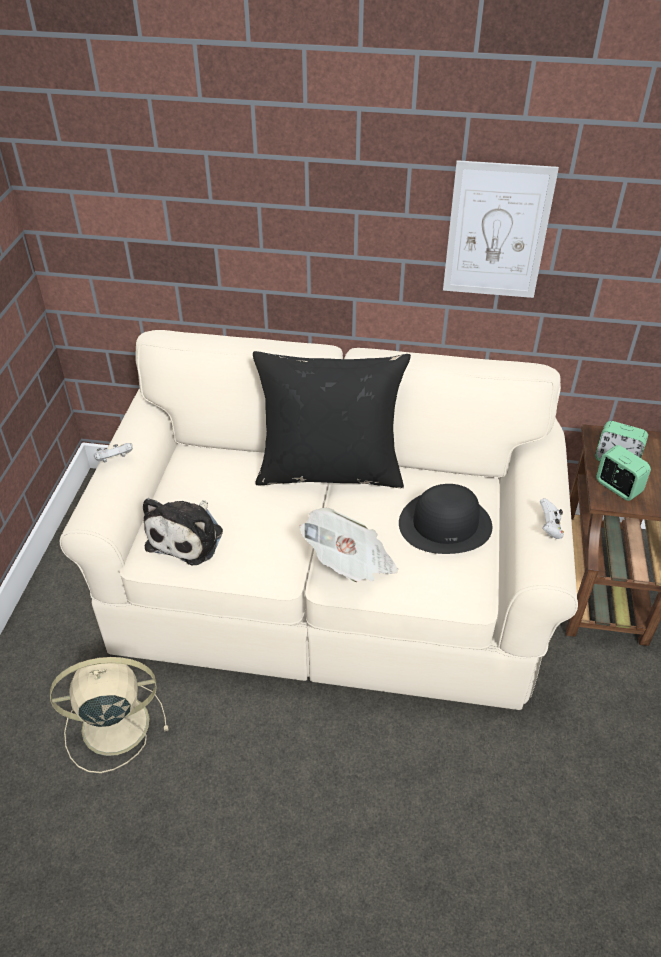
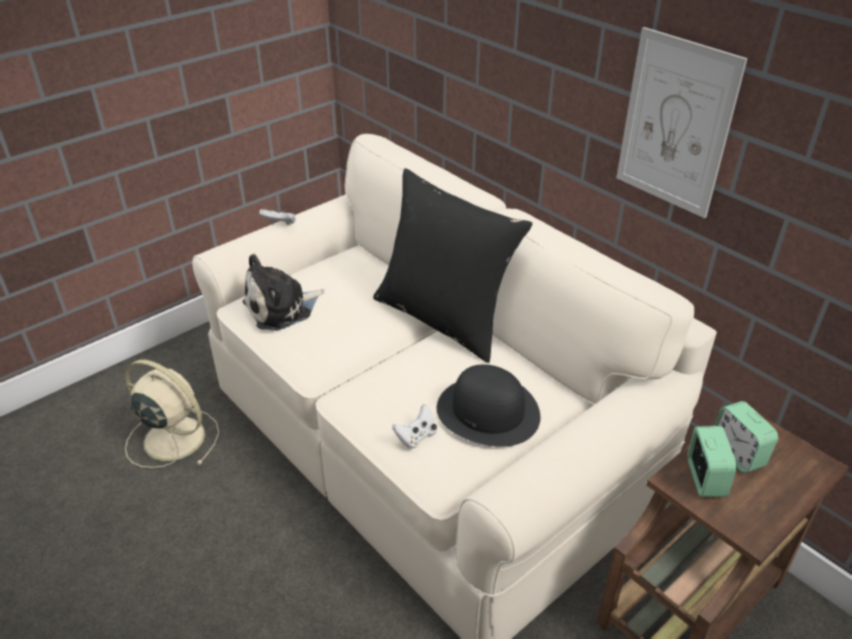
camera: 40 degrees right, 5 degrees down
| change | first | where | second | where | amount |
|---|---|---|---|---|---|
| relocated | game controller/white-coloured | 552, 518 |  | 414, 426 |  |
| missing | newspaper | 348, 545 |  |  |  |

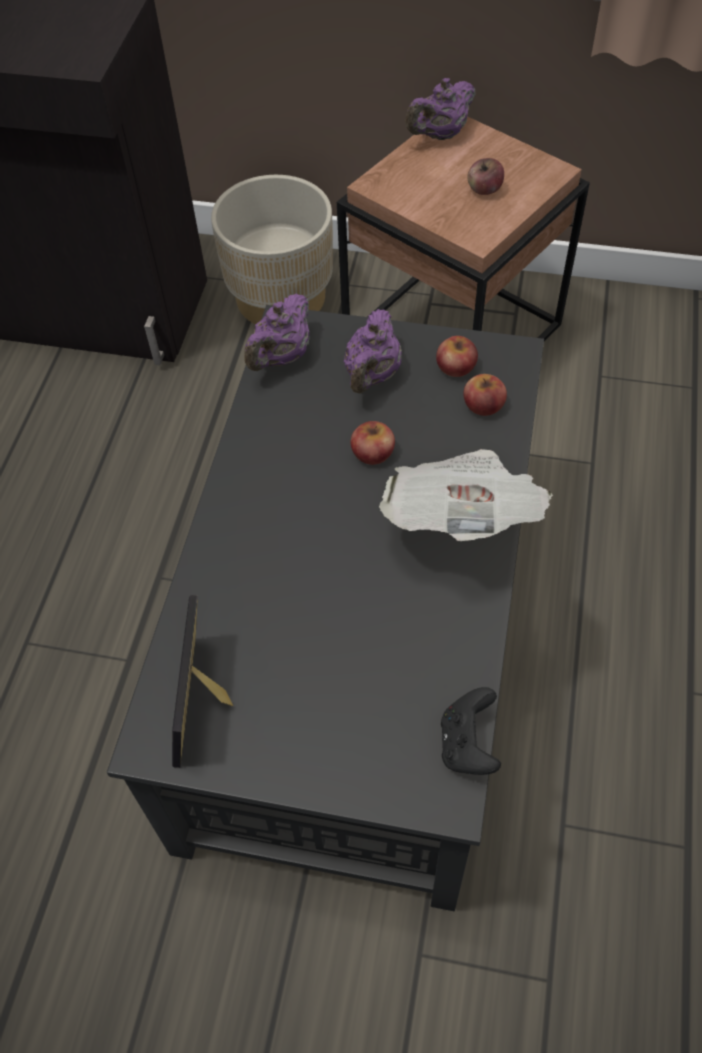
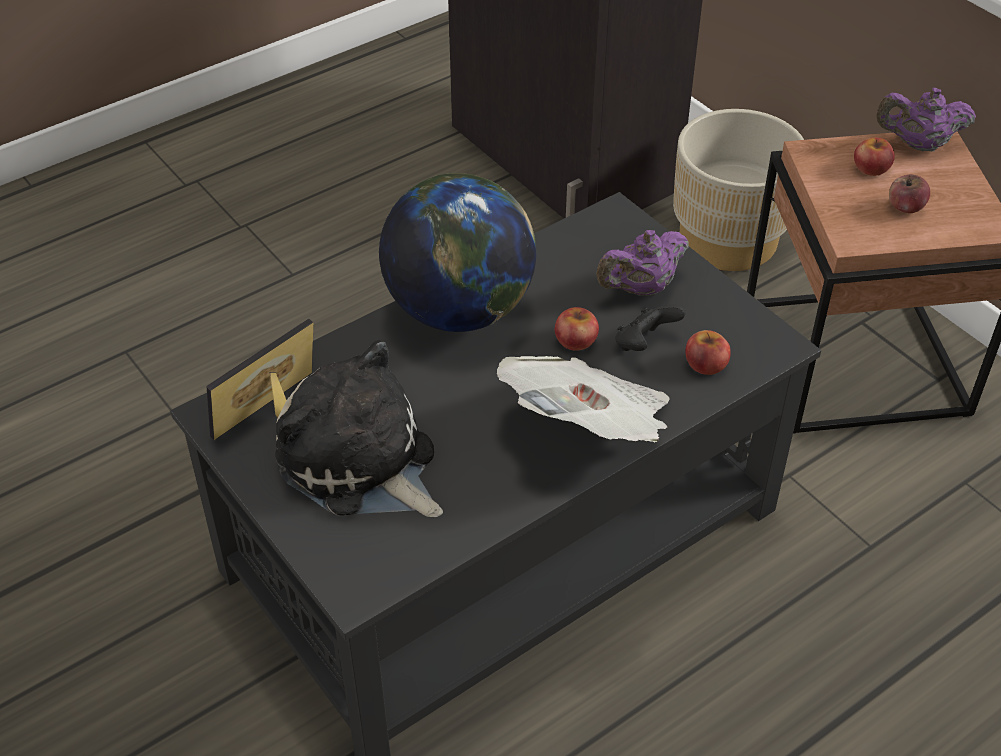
camera: 40 degrees right, 10 degrees down
| change | first | where | second | where | amount |
|---|---|---|---|---|---|
| missing | teapot/purplish | 277, 332 |  |  |  |
| relocated | apple | 457, 356 |  | 874, 157 |  |
| relocated | game controller/black | 471, 731 |  | 650, 327 |  |
| appeared |  |  | globe | 457, 252 |  |
| appeared |  |  | cuddly toy | 359, 428 |  |

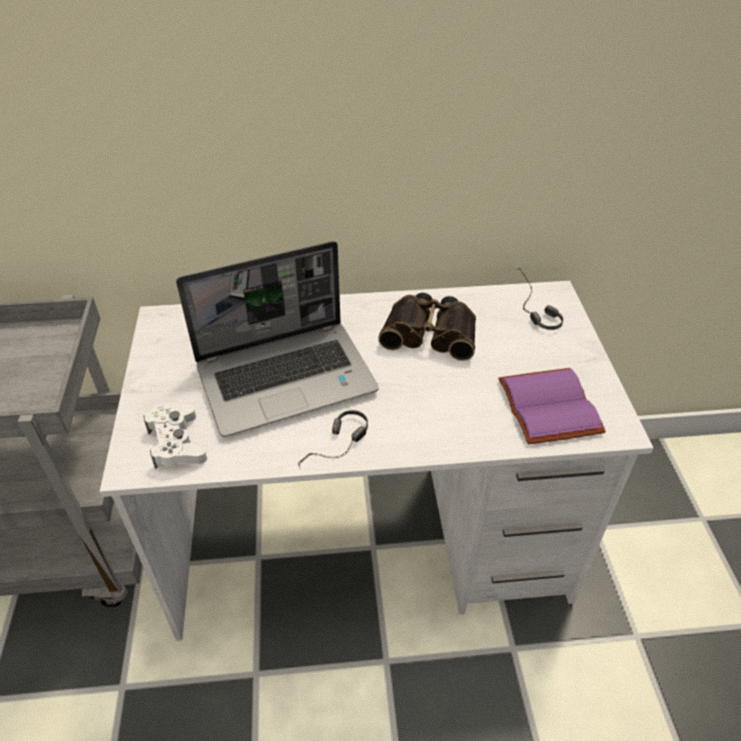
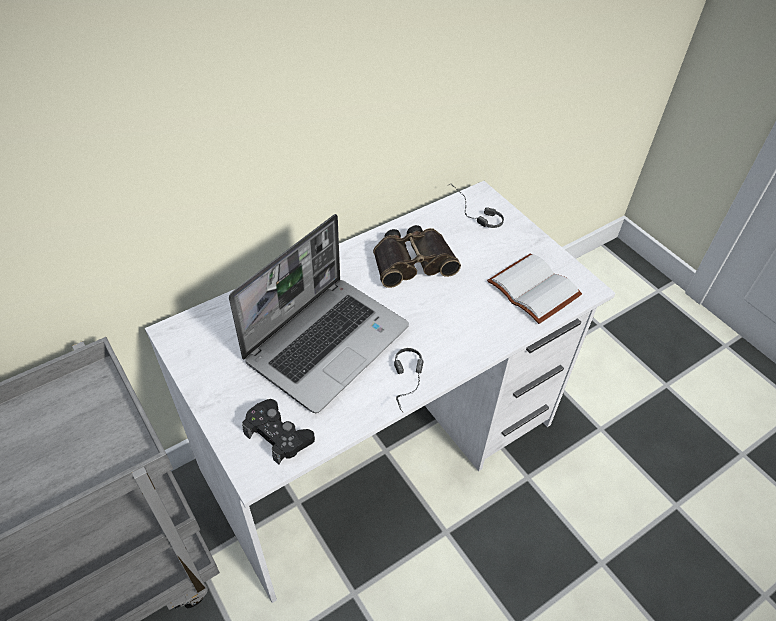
camera: 30 degrees left, 5 degrees up
| change | first | where | second | where | amount |
|---|---|---|---|---|---|
| colour | book/purplish | 552, 406 | book/white-coloured | 534, 289 |  |
| colour | game controller/white-coloured | 175, 436 | game controller/black | 278, 432 |  |

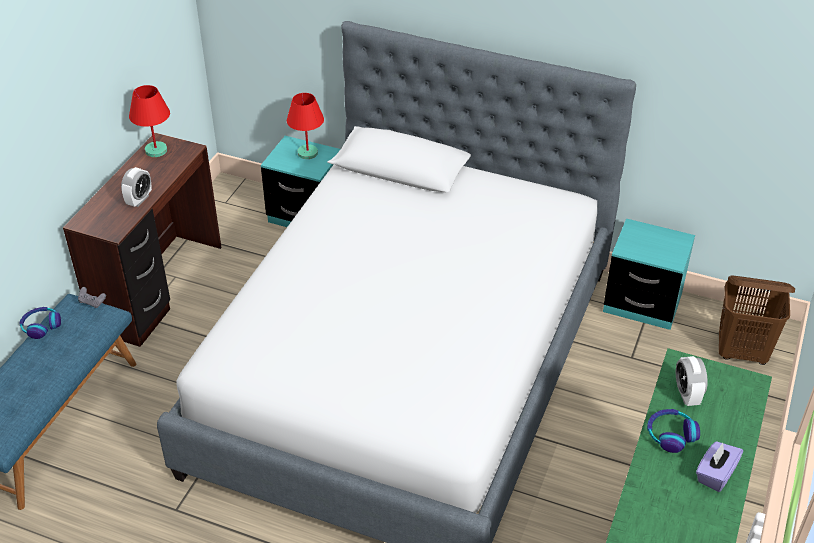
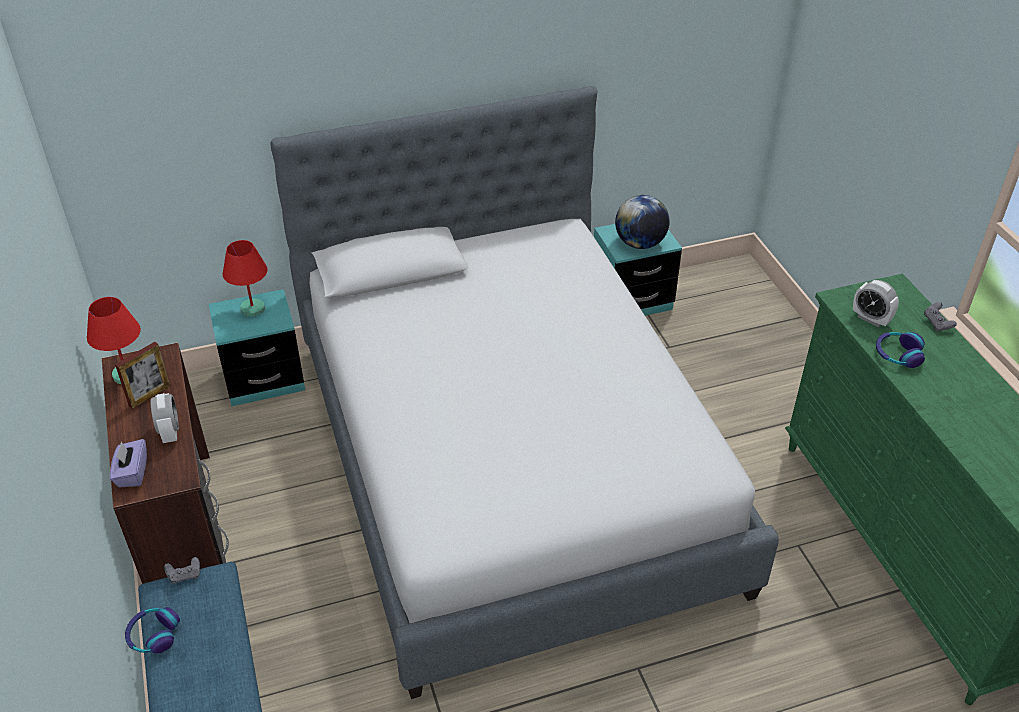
camera: 40 degrees left, 0 degrees up
| change | first | where | second | where | amount |
|---|---|---|---|---|---|
| missing | laundry basket/brown | 757, 320 |  |  |  |
| relocated | tissue holder/purplish | 719, 466 |  | 128, 463 |  |
| appeared |  |  | globe | 642, 222 |  |
| appeared |  |  | game controller/greyish | 940, 316 |  |
| appeared |  |  | photo frame | 142, 375 |  |

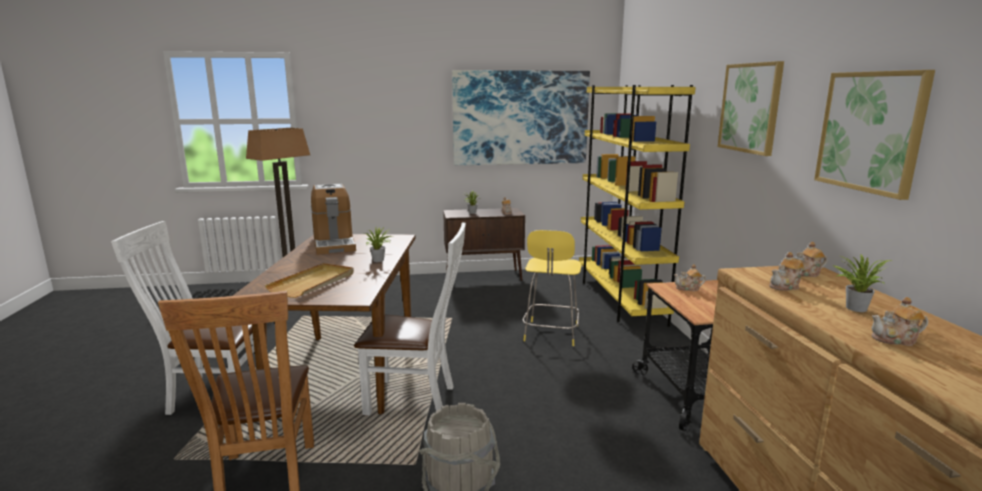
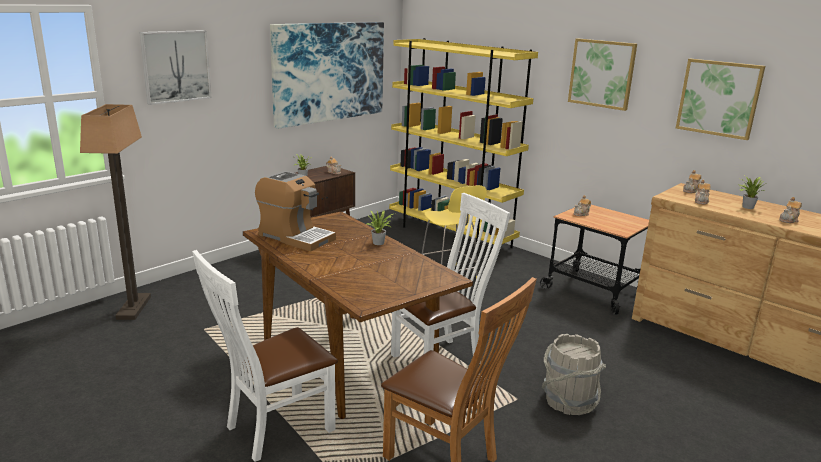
camera: 40 degrees left, 5 degrees up
| change | first | where | second | where | amount |
|---|---|---|---|---|---|
| missing | carrying tray/beige | 309, 280 |  |  |  |
| appeared |  |  | wall art | 175, 67 |  |

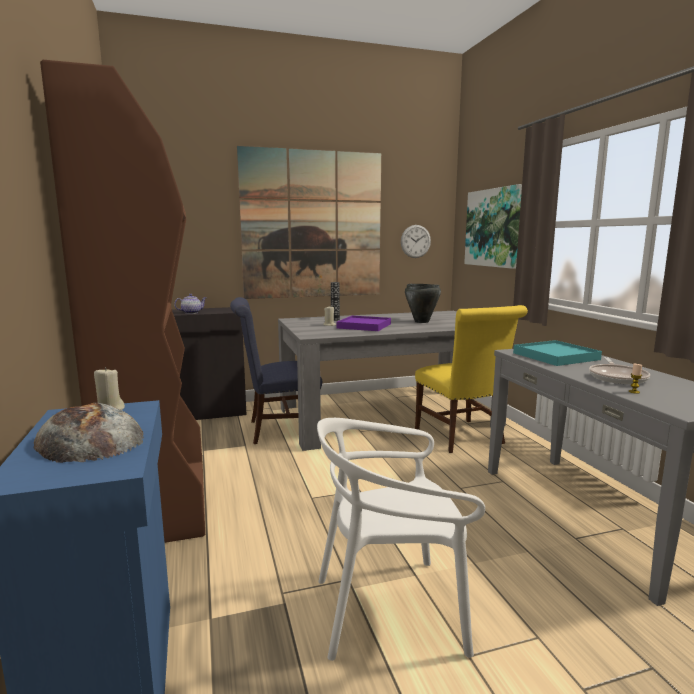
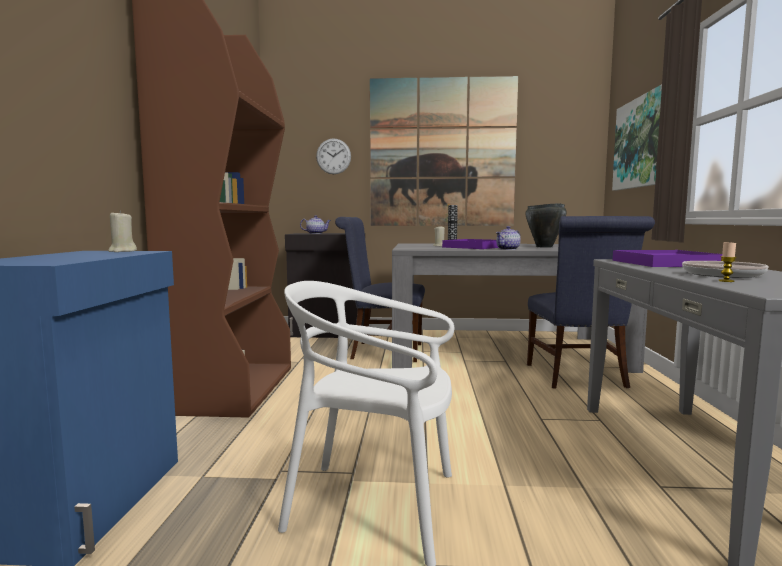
camera: 20 degrees right, 5 degrees down
| change | first | where | second | where | amount |
|---|---|---|---|---|---|
| relocated | clock on the wall | 416, 241 |  | 333, 156 |  |
| colour | plain chair/yellow-coloured | 471, 379 | plain chair/blue-coloured | 591, 302 |  |
| colour | carrying tray/turquoise | 557, 353 | carrying tray/purplish | 667, 258 |  |
| missing | bread | 89, 433 |  |  |  |
| appeared |  |  | teapot | 508, 238 |  |

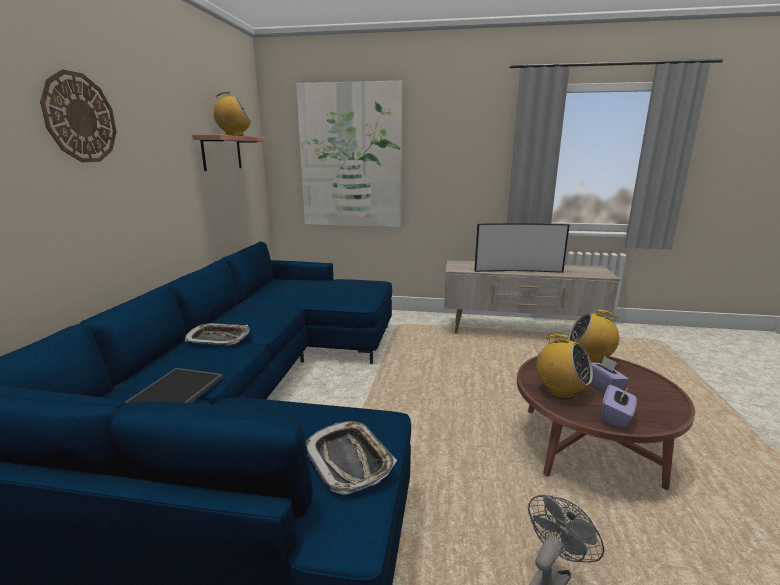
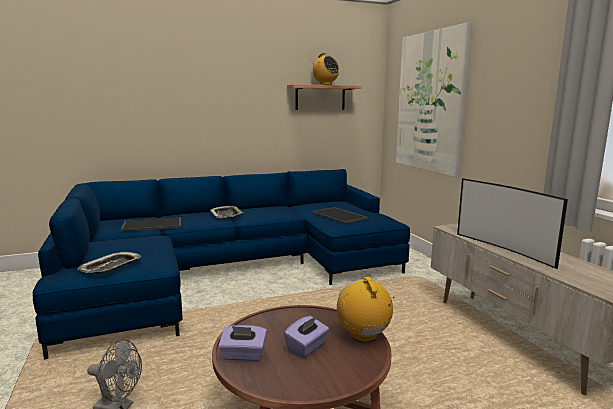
camera: 60 degrees right, 5 degrees down
| change | first | where | second | where | amount |
|---|---|---|---|---|---|
| missing | clock on the wall | 78, 115 |  |  |  |
| missing | radio receiver | 563, 366 |  |  |  |
| appeared |  |  | carrying tray | 340, 215 |  |

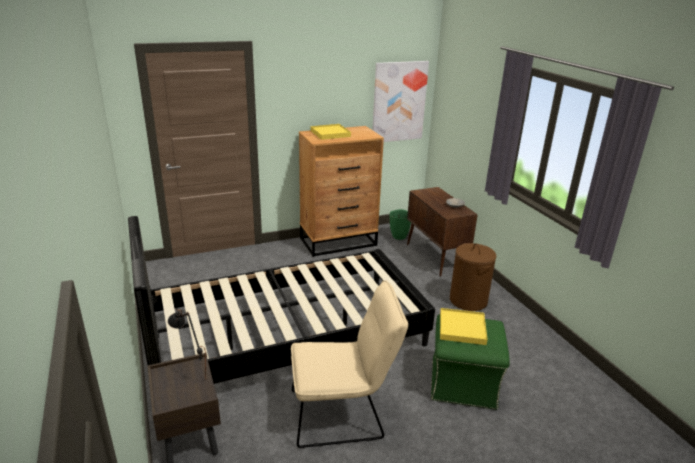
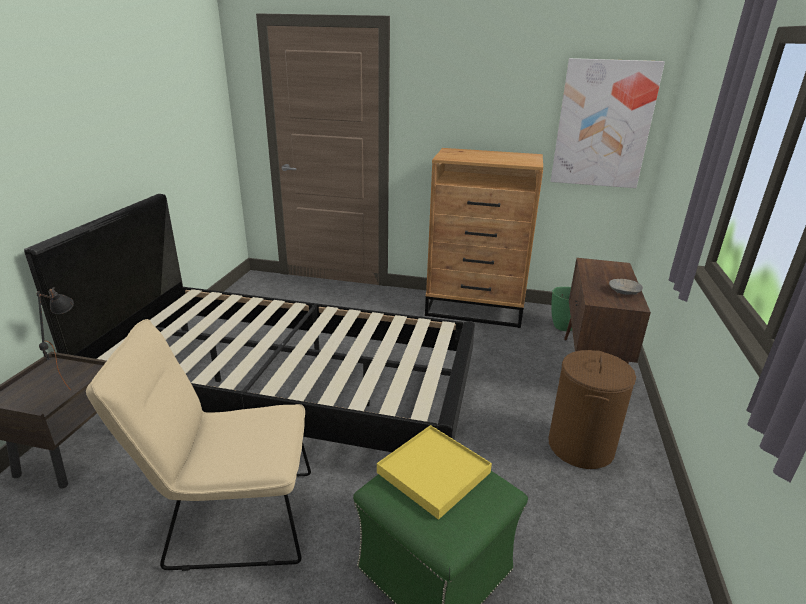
camera: 35 degrees right, 0 degrees up
| change | first | where | second | where | amount |
|---|---|---|---|---|---|
| missing | carrying tray/yellow-coloured | 331, 132 |  |  |  |
| spun | plain chair/beige | 349, 364 |  | 198, 445 | 150 degrees clockwise |

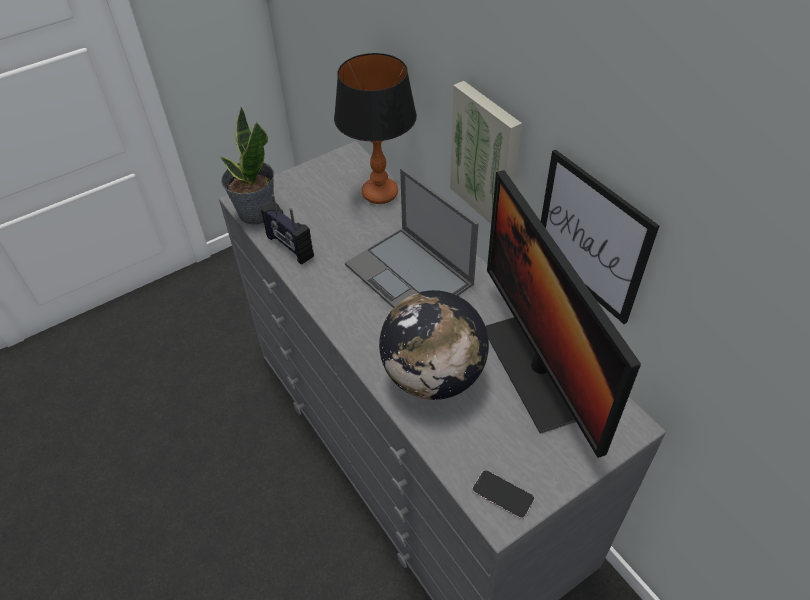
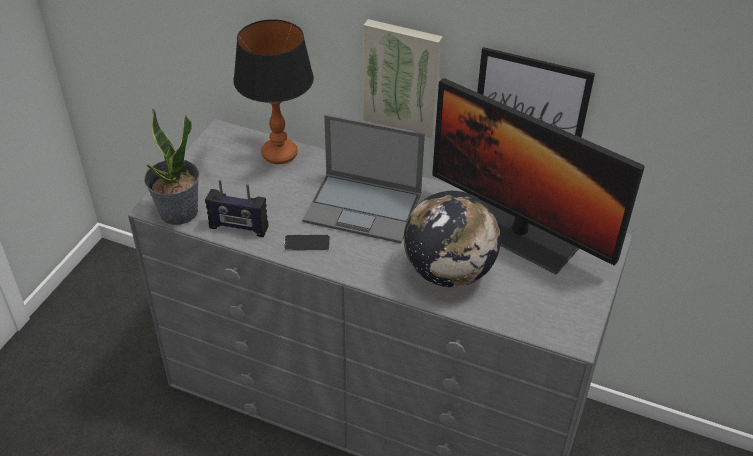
camera: 35 degrees left, 5 degrees down
| change | first | where | second | where | amount |
|---|---|---|---|---|---|
| relocated | handset | 503, 494 |  | 307, 243 |  |

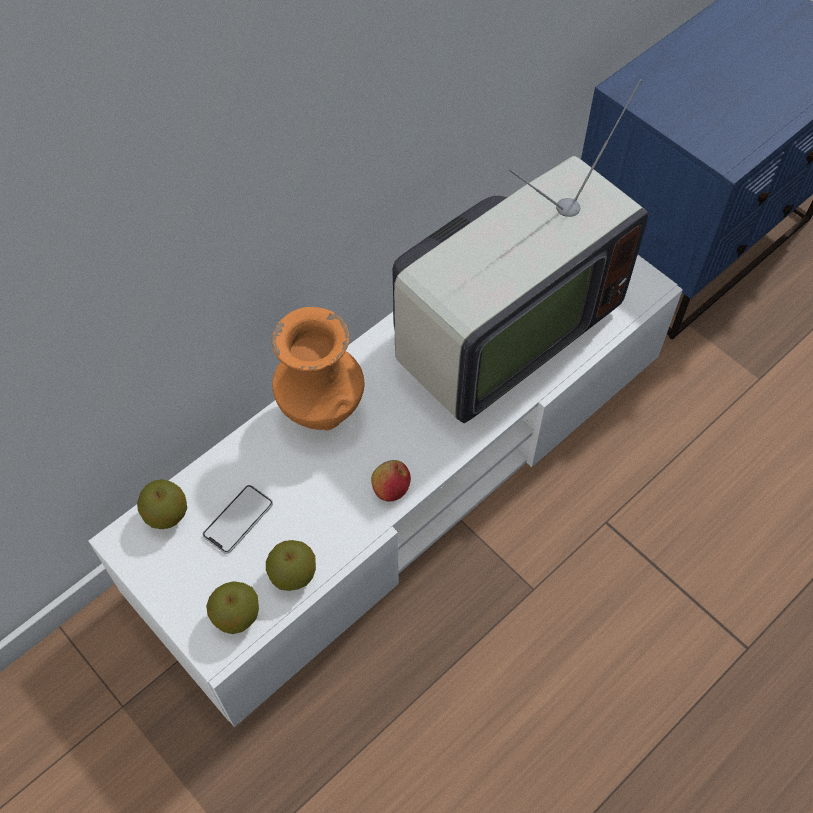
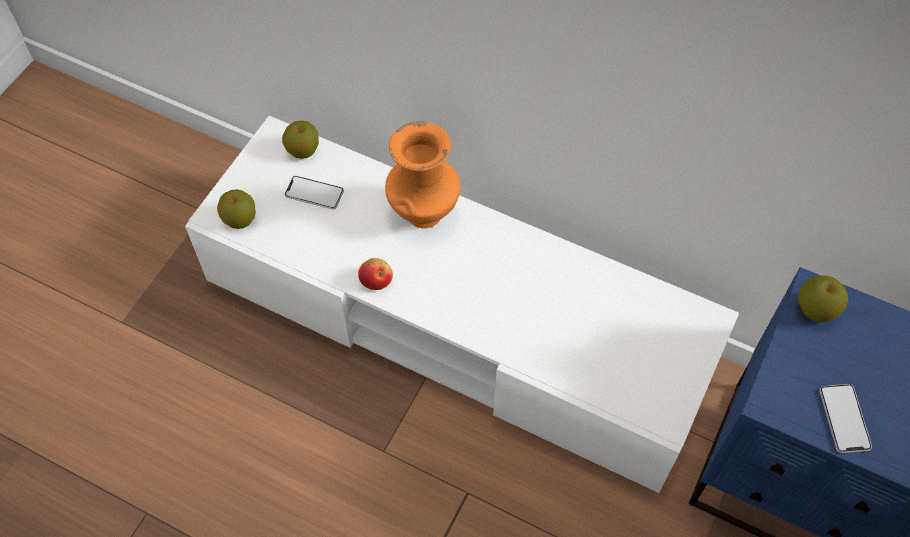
camera: 70 degrees right, 0 degrees up
| change | first | where | second | where | amount |
|---|---|---|---|---|---|
| missing | television | 520, 251 |  |  |  |
| relocated | apple | 291, 565 |  | 823, 299 |  |
| appeared |  |  | handset | 845, 418 |  |

